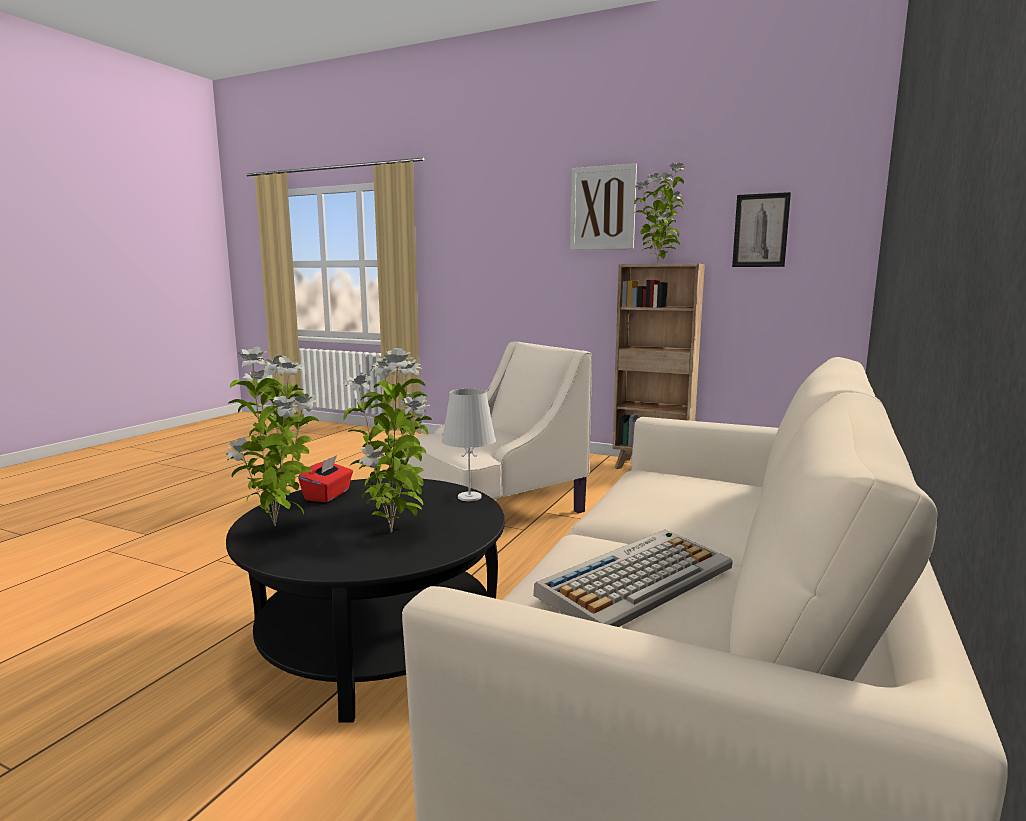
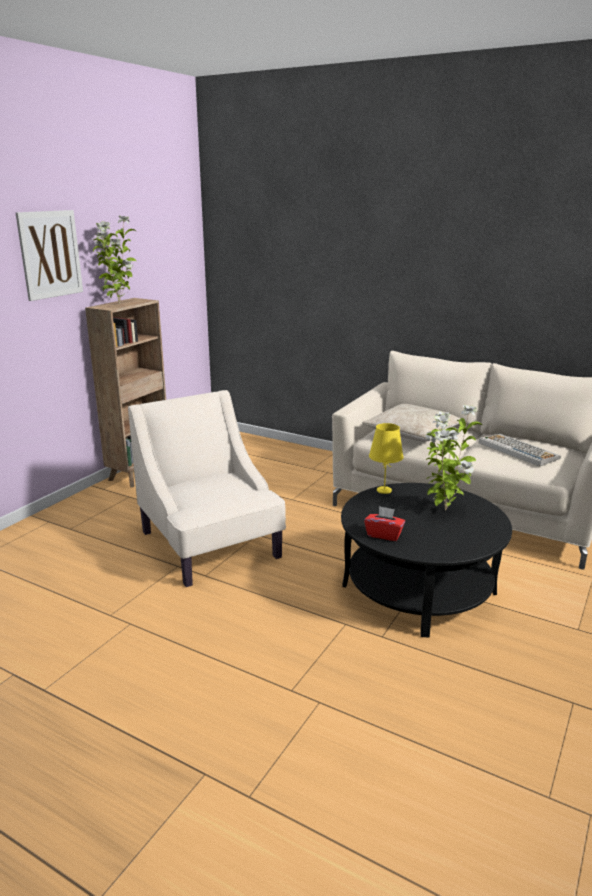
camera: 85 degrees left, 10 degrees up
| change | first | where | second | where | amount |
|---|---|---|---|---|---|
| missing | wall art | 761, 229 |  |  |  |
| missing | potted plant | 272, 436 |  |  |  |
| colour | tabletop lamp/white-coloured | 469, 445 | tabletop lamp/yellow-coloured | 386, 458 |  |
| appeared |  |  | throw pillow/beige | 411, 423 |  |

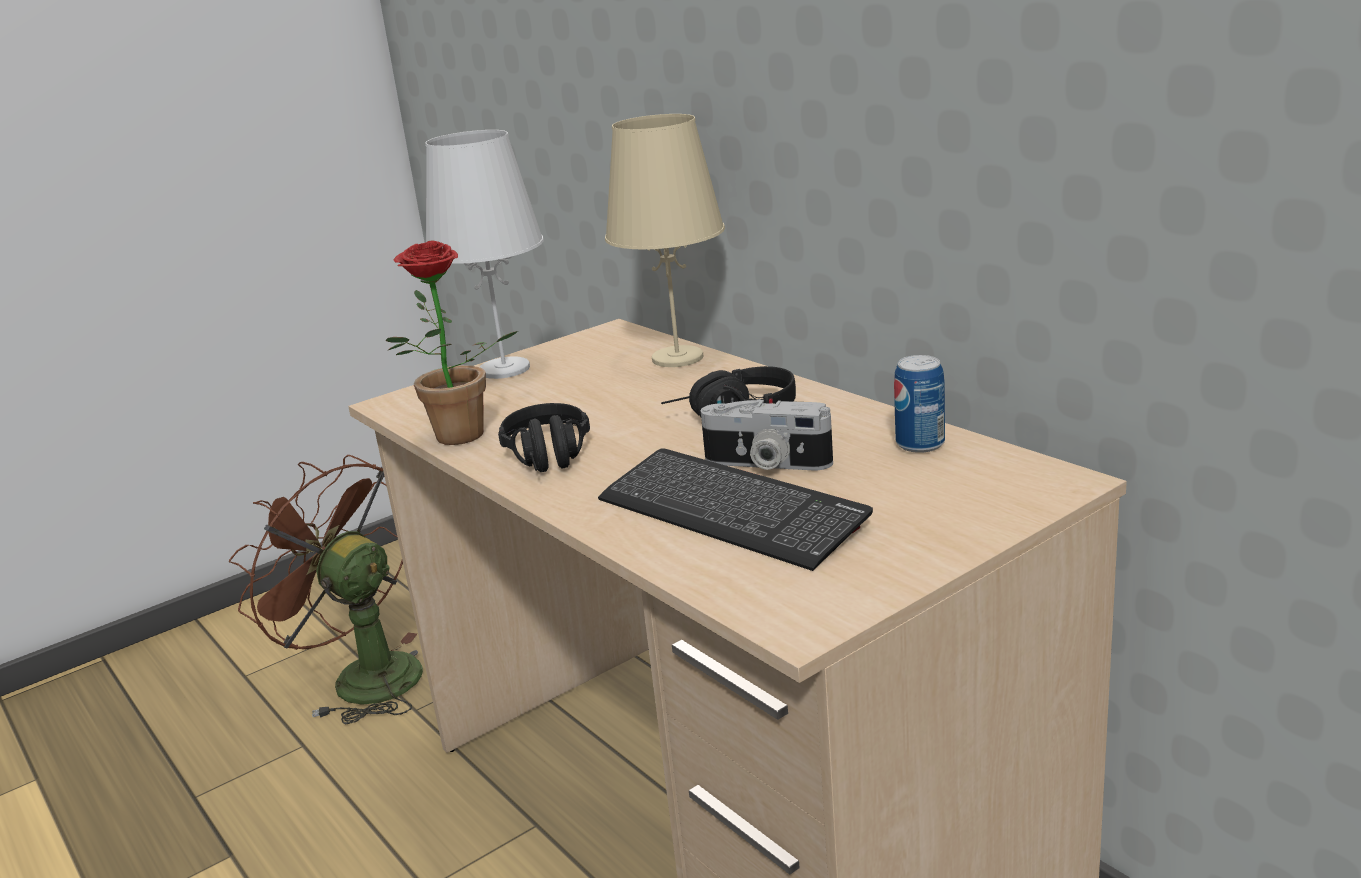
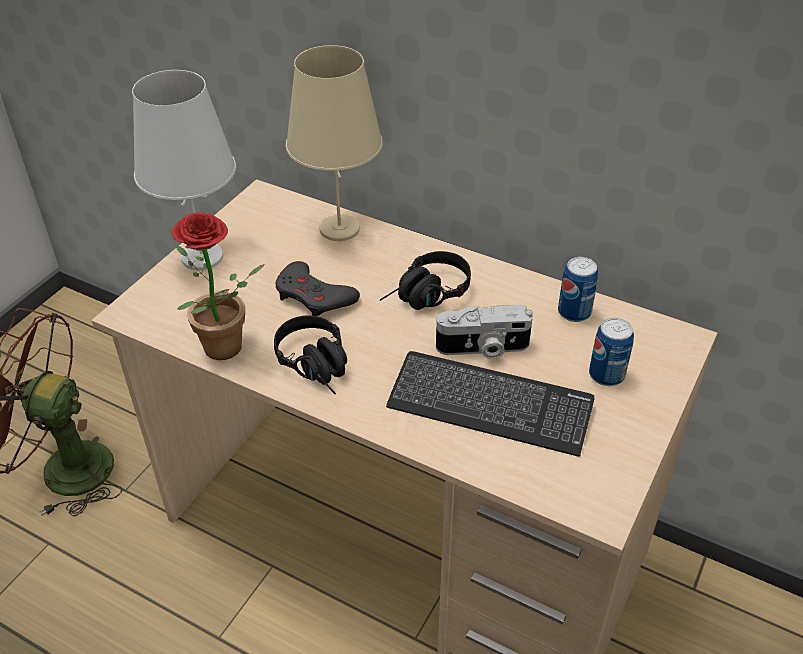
camera: 25 degrees left, 20 degrees up
| change | first | where | second | where | amount |
|---|---|---|---|---|---|
| appeared |  |  | game controller/greyish | 318, 288 |  |
| appeared |  |  | sealed can | 611, 352 |  |

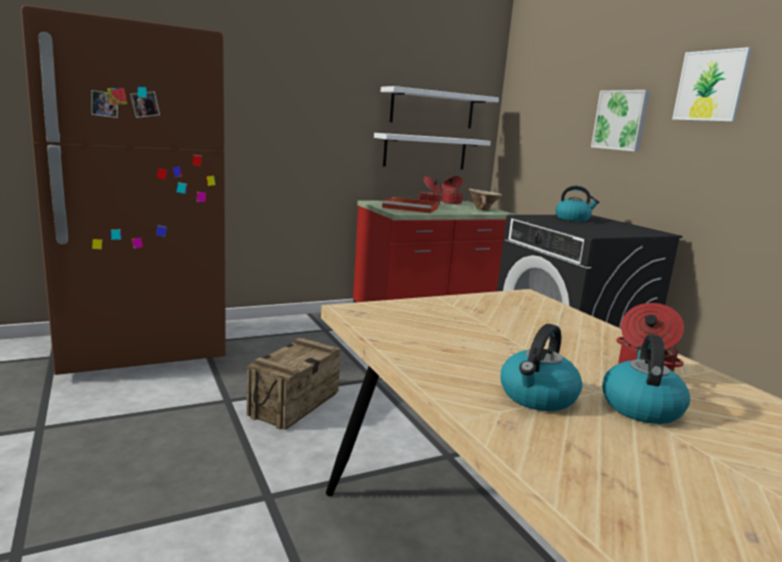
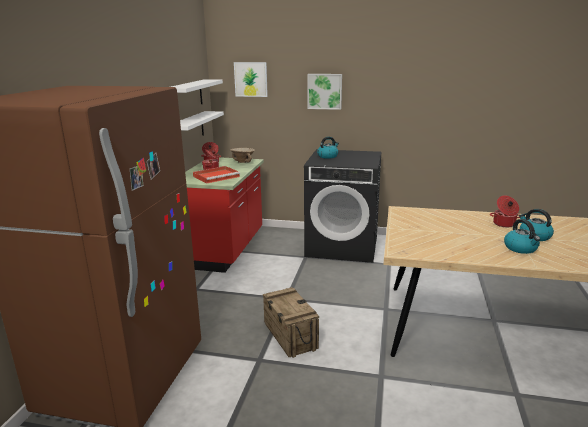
camera: 50 degrees left, 5 degrees up
| change | first | where | second | where | amount |
|---|---|---|---|---|---|
| relocated | wall art | 712, 84 |  | 251, 79 |  |

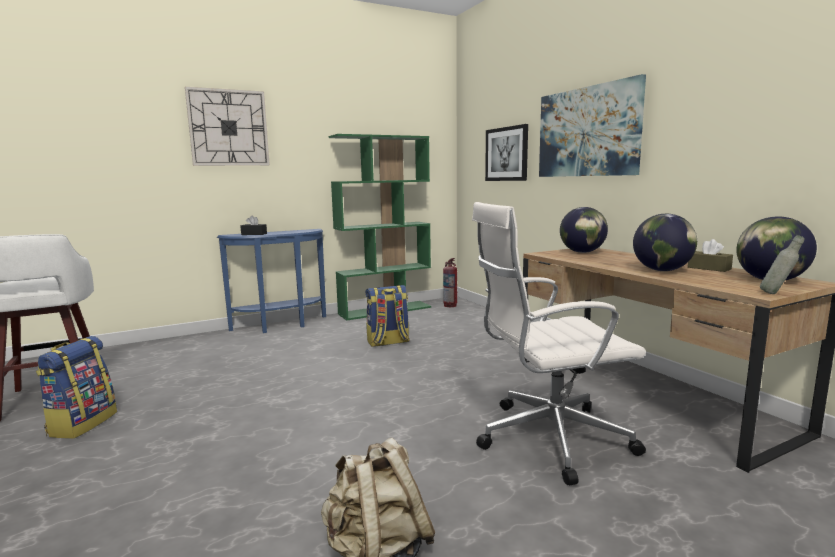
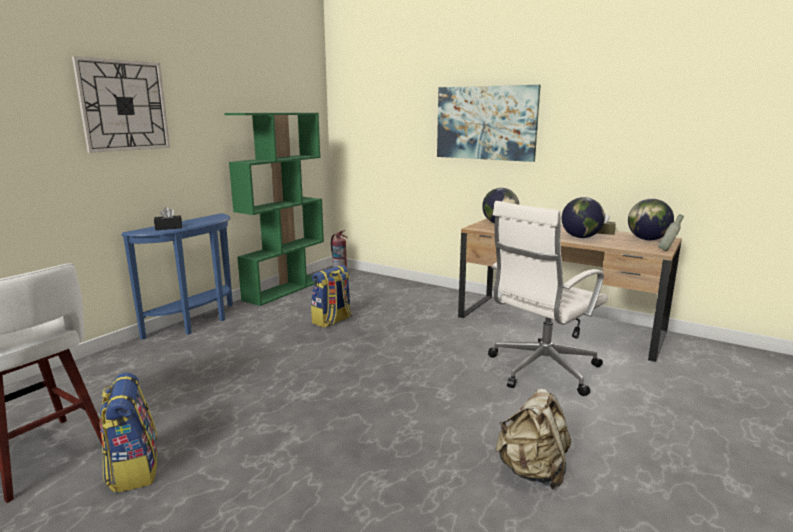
camera: 30 degrees left, 5 degrees up
| change | first | where | second | where | amount |
|---|---|---|---|---|---|
| missing | wall art | 506, 152 |  |  |  |

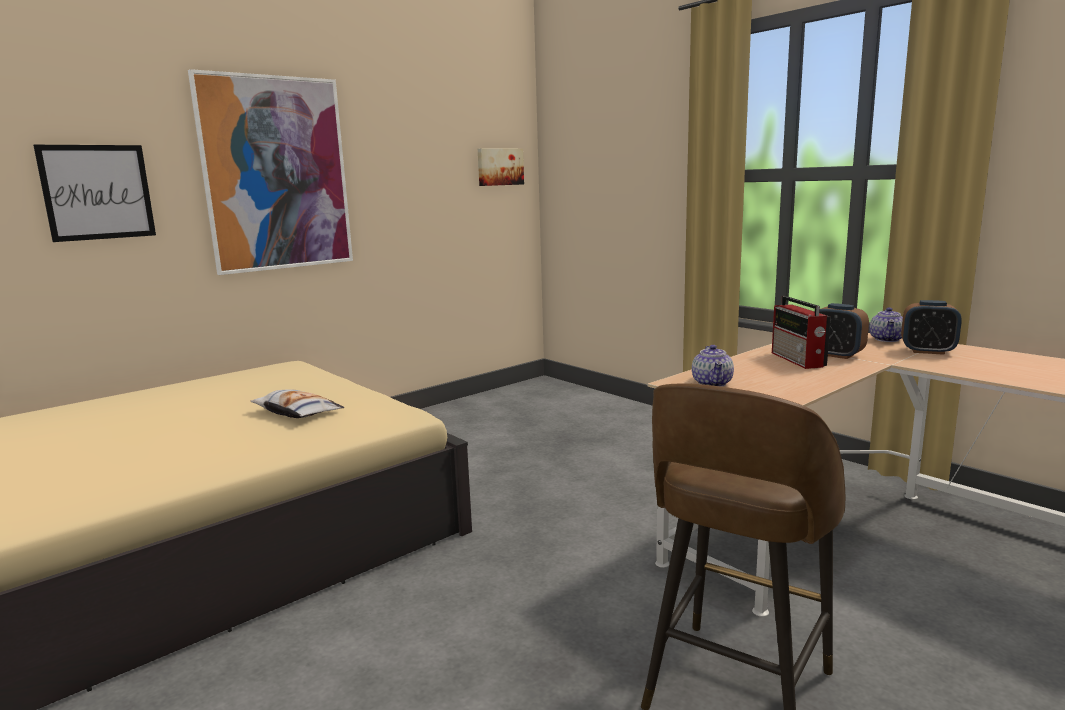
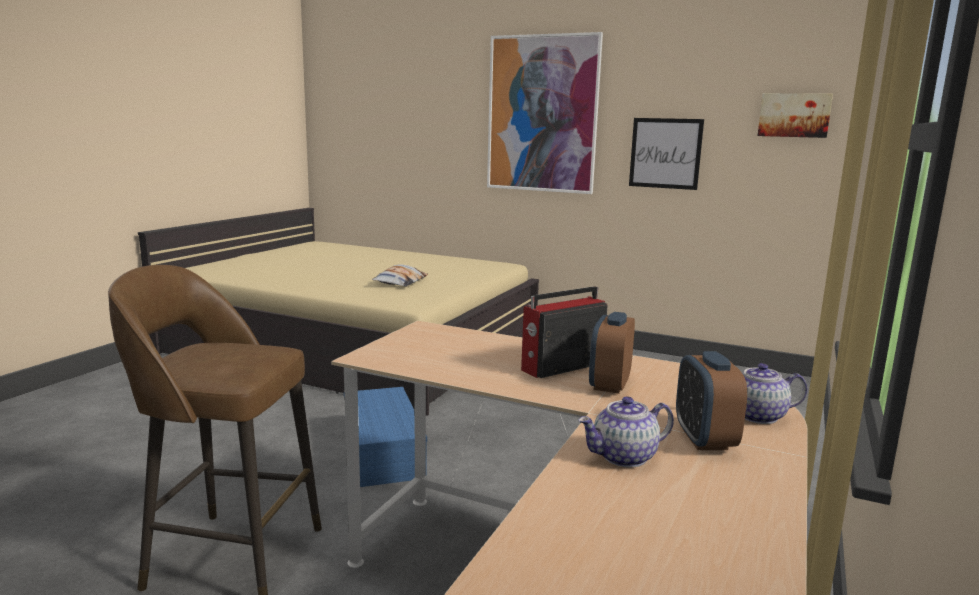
camera: 65 degrees right, 0 degrees up
| change | first | where | second | where | amount |
|---|---|---|---|---|---|
| relocated | wall art | 94, 193 |  | 666, 154 |  |
| relocated | teapot | 713, 366 |  | 626, 431 |  |
| appeared |  |  | storage bin/blue-coloured | 385, 437 |  |

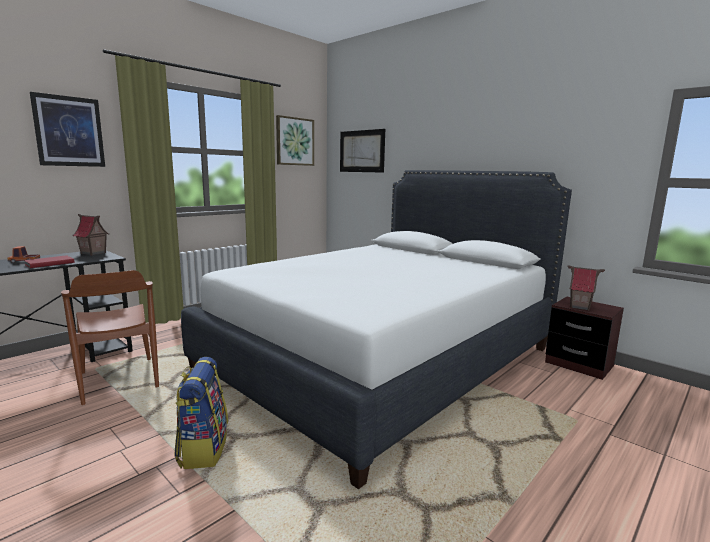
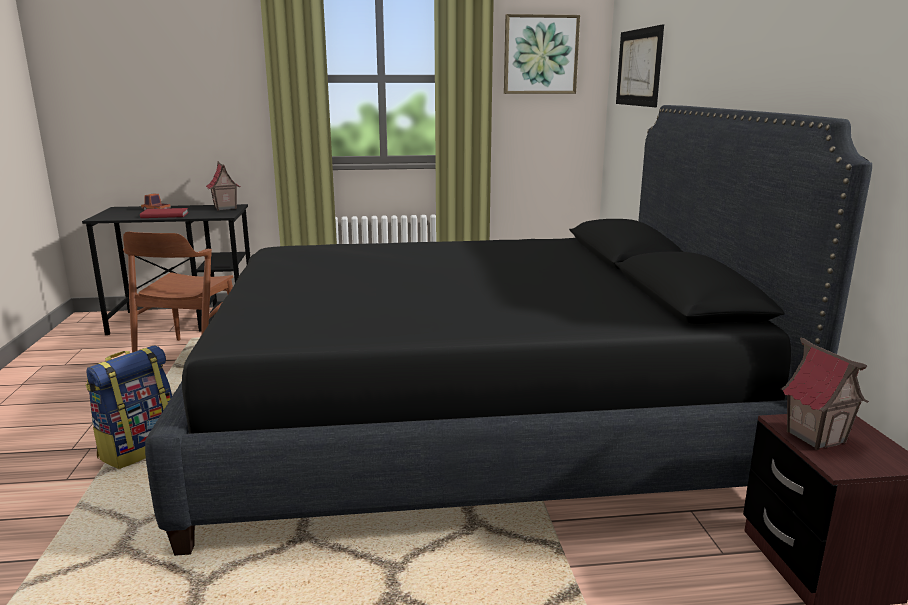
camera: 40 degrees right, 5 degrees up
| change | first | where | second | where | amount |
|---|---|---|---|---|---|
| missing | wall art | 67, 129 |  |  |  |
| colour | sleeping bed/white-coloured | 376, 329 | sleeping bed/black | 508, 330 |  |

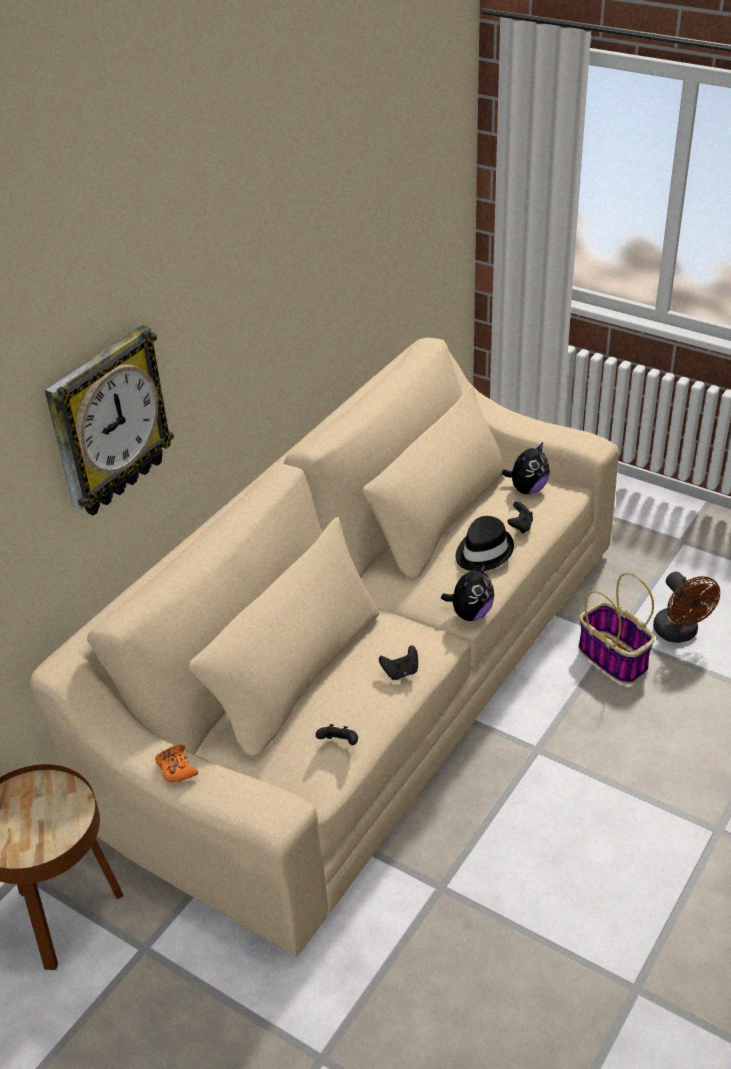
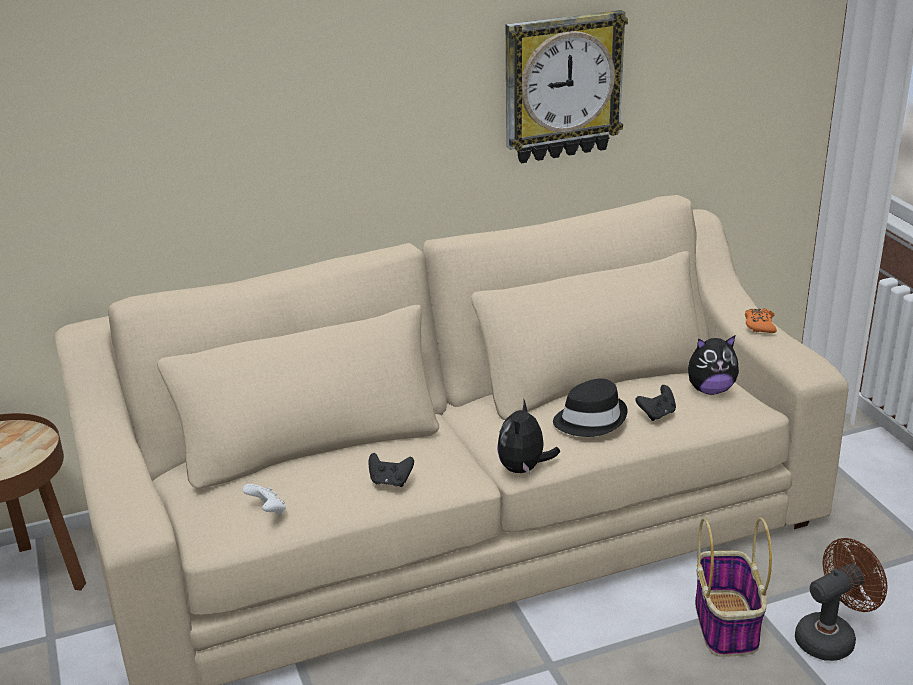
camera: 35 degrees right, 10 degrees down
| change | first | where | second | where | amount |
|---|---|---|---|---|---|
| relocated | clock on the wall | 109, 420 |  | 567, 86 |  |
| spun | cuddly toy | 467, 591 |  | 528, 437 | 120 degrees clockwise |
| spun | electric fan/brown | 686, 607 |  | 841, 599 | 135 degrees counterclockwise |
| colour | game controller/black | 337, 734 | game controller/white-coloured | 264, 499 |  |
| relocated | game controller/orange-coloured | 176, 763 |  | 761, 320 |  |

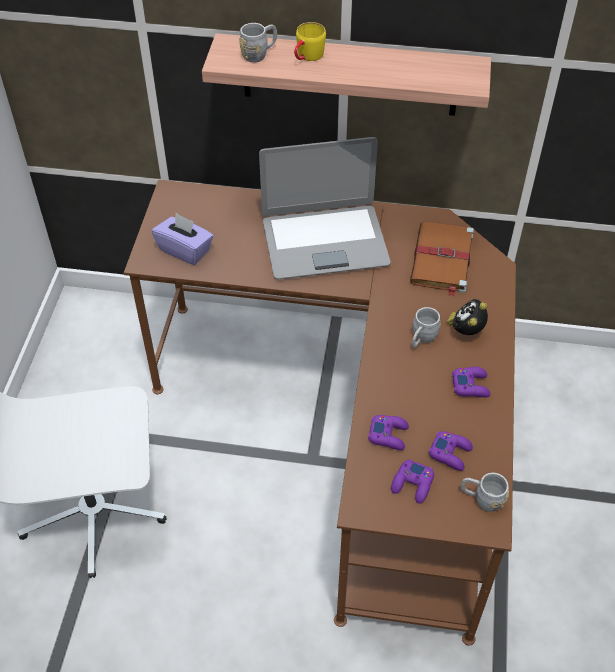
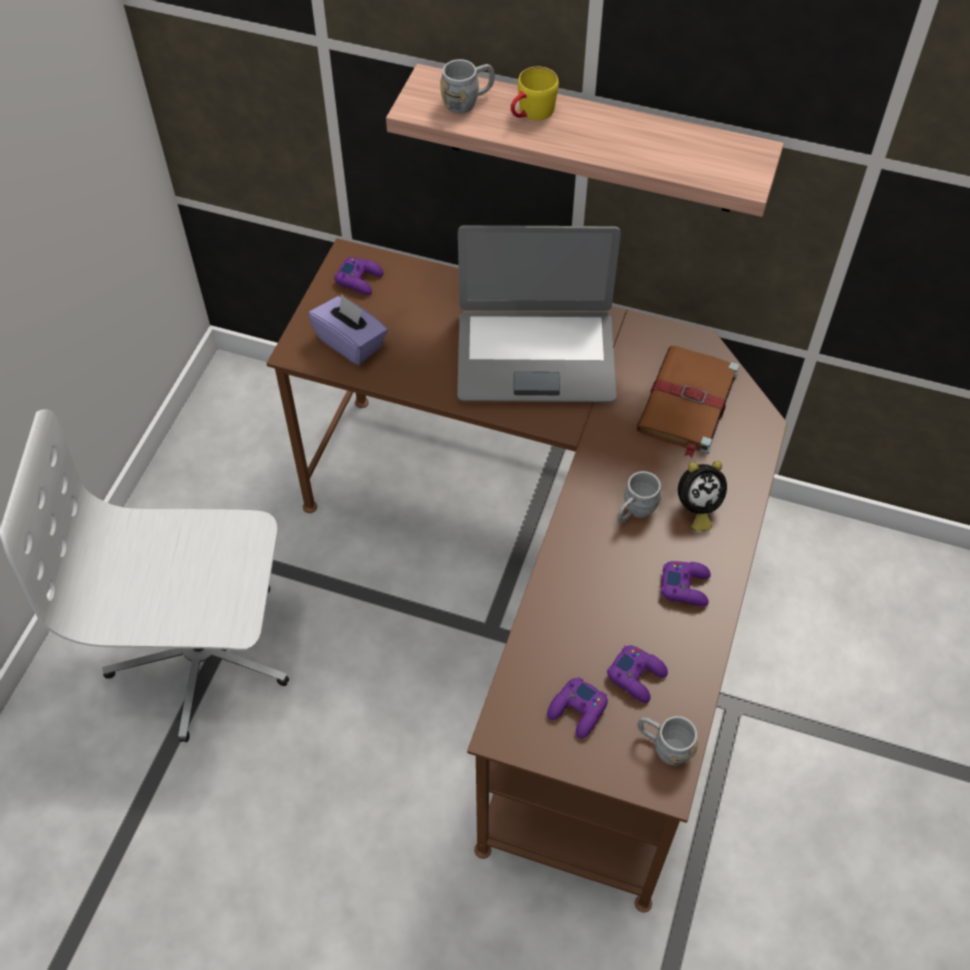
camera: 10 degrees right, 5 degrees up
| change | first | where | second | where | amount |
|---|---|---|---|---|---|
| spun | bedside clock | 467, 317 |  | 702, 496 | 150 degrees counterclockwise |
| relocated | game controller/purplish | 388, 432 |  | 358, 276 |  |

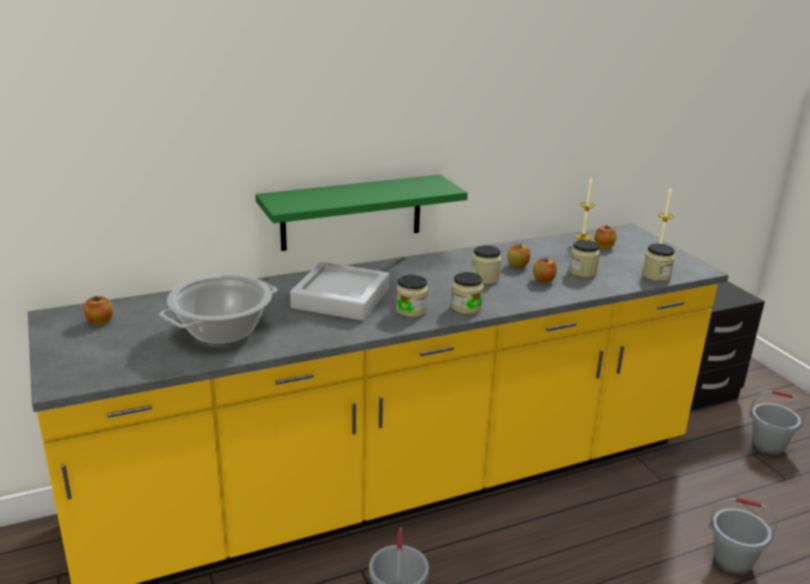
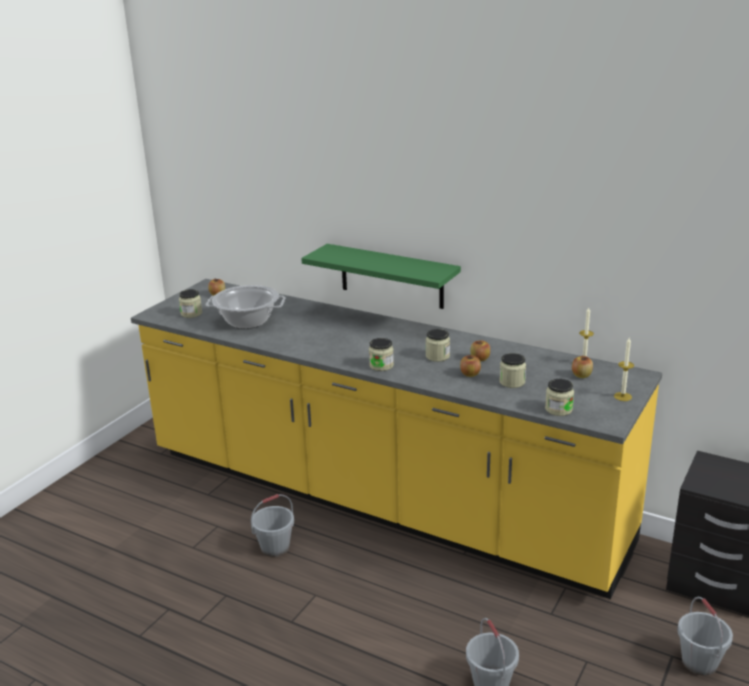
camera: 55 degrees right, 0 degrees up
| change | first | where | second | where | amount |
|---|---|---|---|---|---|
| missing | carrying tray/greyish | 339, 291 |  |  |  |
| relocated | preserve jar | 412, 296 |  | 190, 303 |  |

